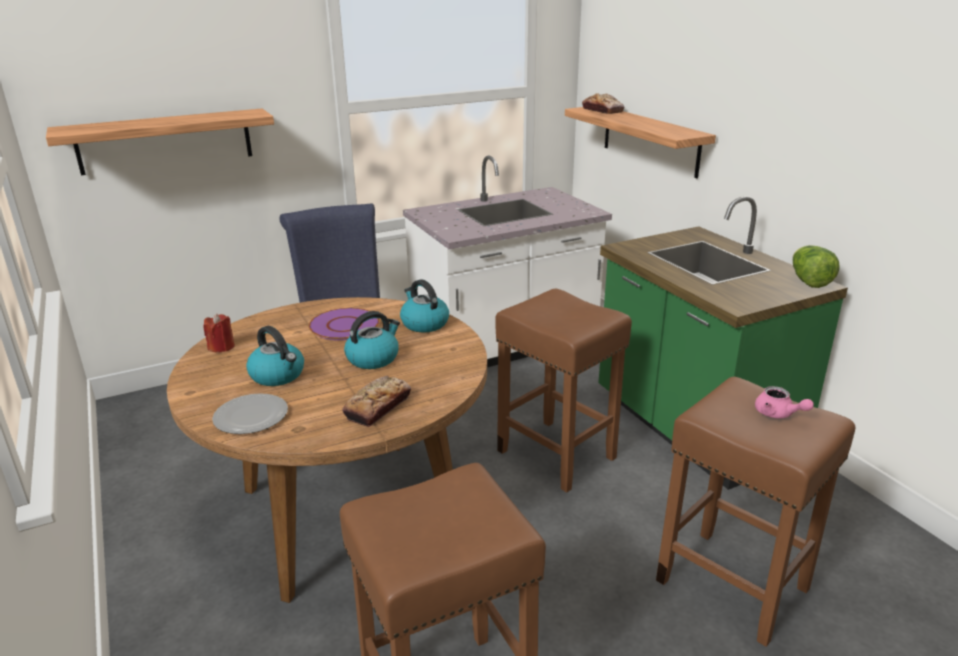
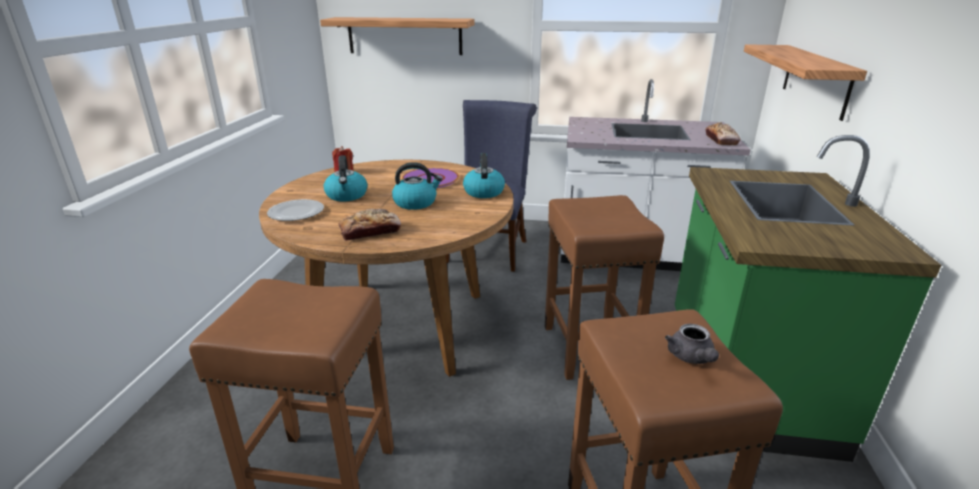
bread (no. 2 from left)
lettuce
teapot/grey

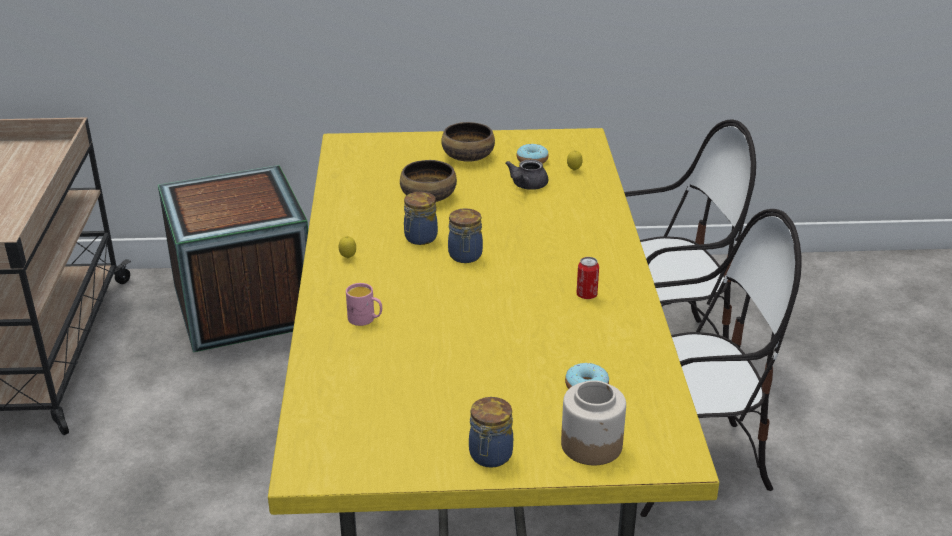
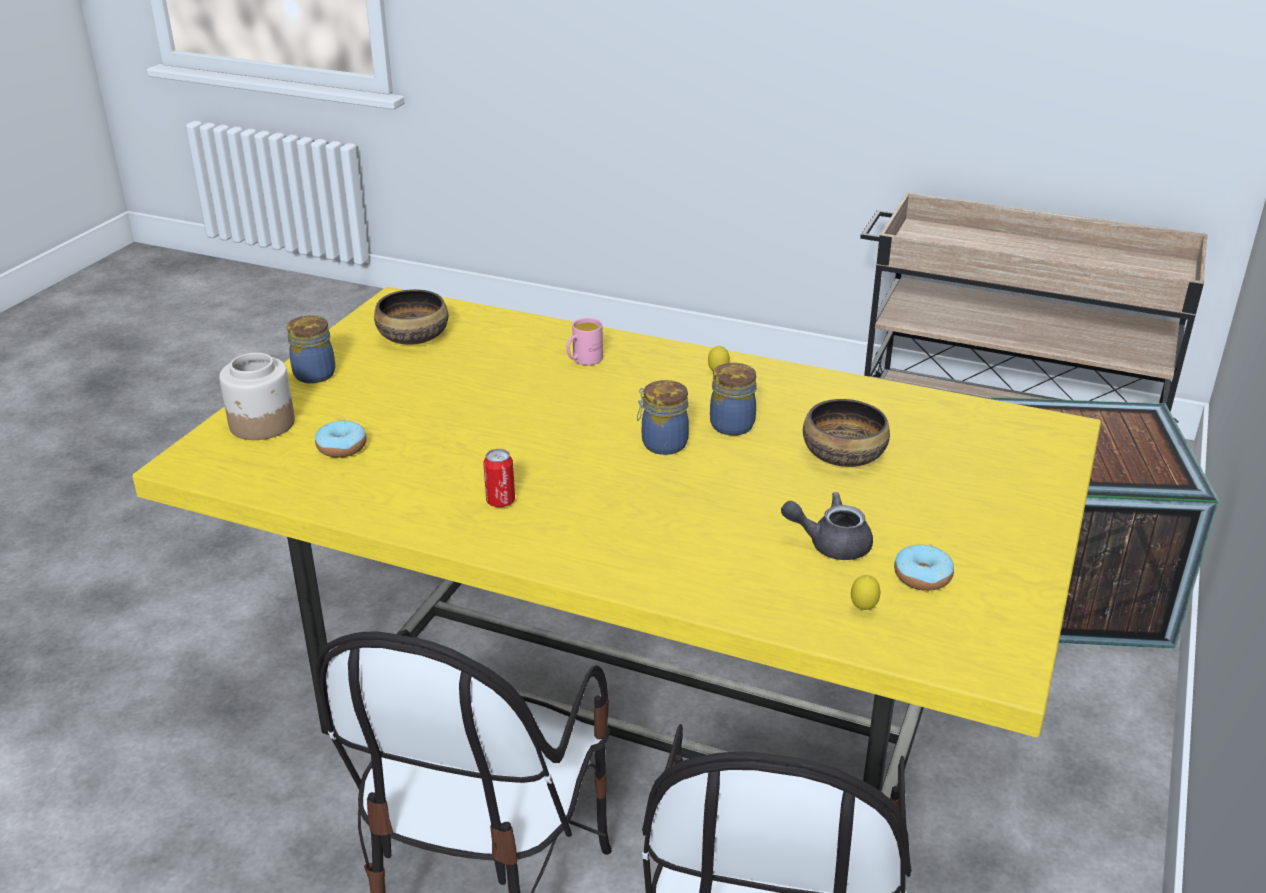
bowl (no. 1 from left)
teapot/grey

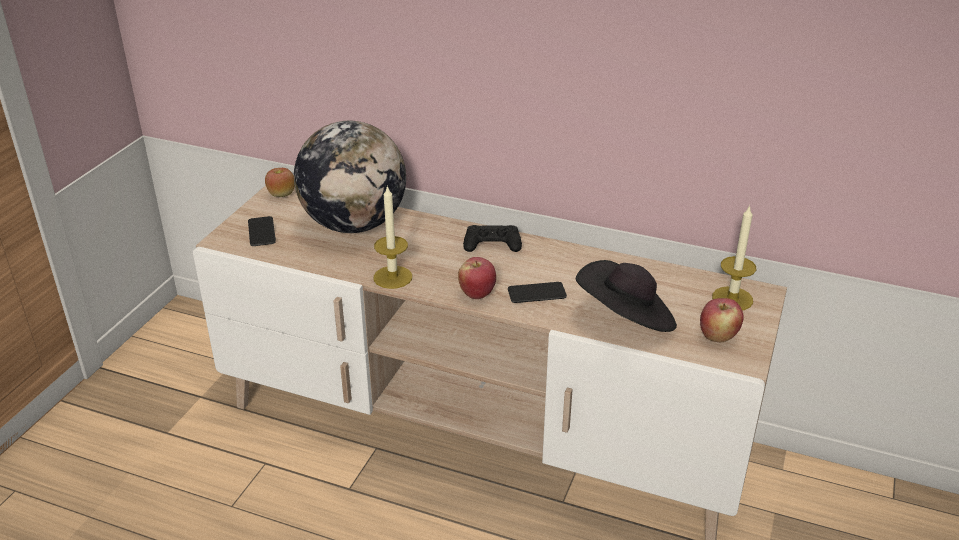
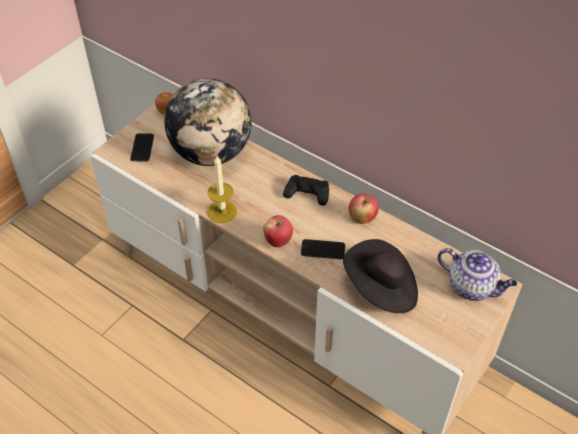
teapot
apple (no. 3 from left)

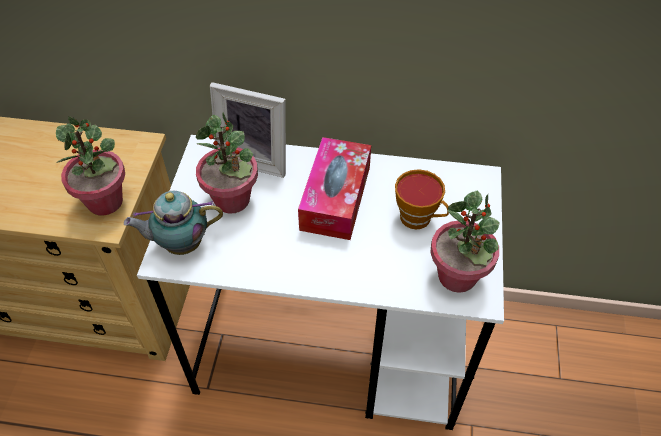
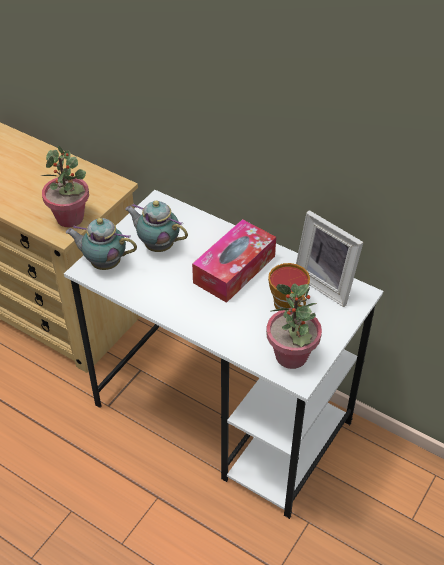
picture frame
teapot (no. 2 from left)

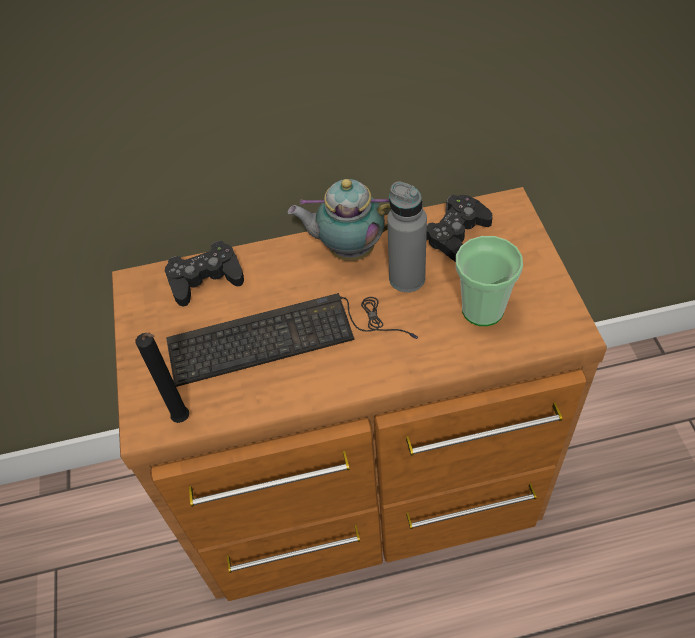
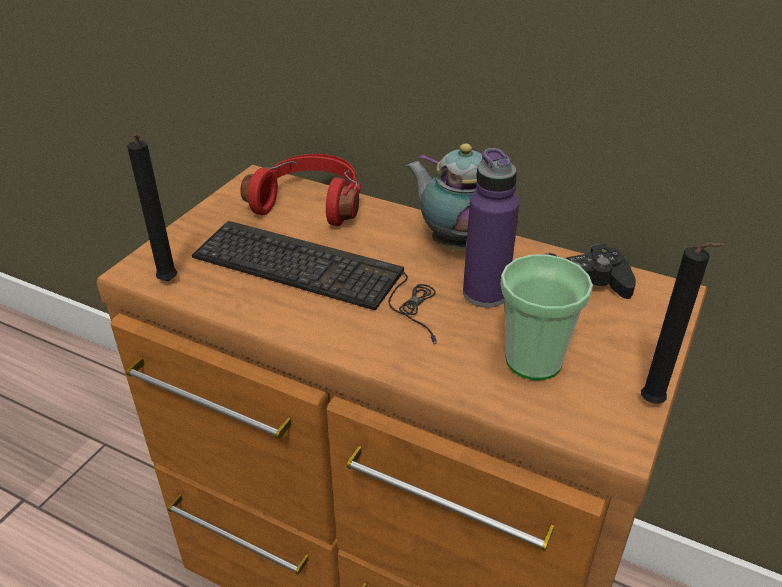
bottle/purple
headphones/red
candle/black (no. 2 from left)

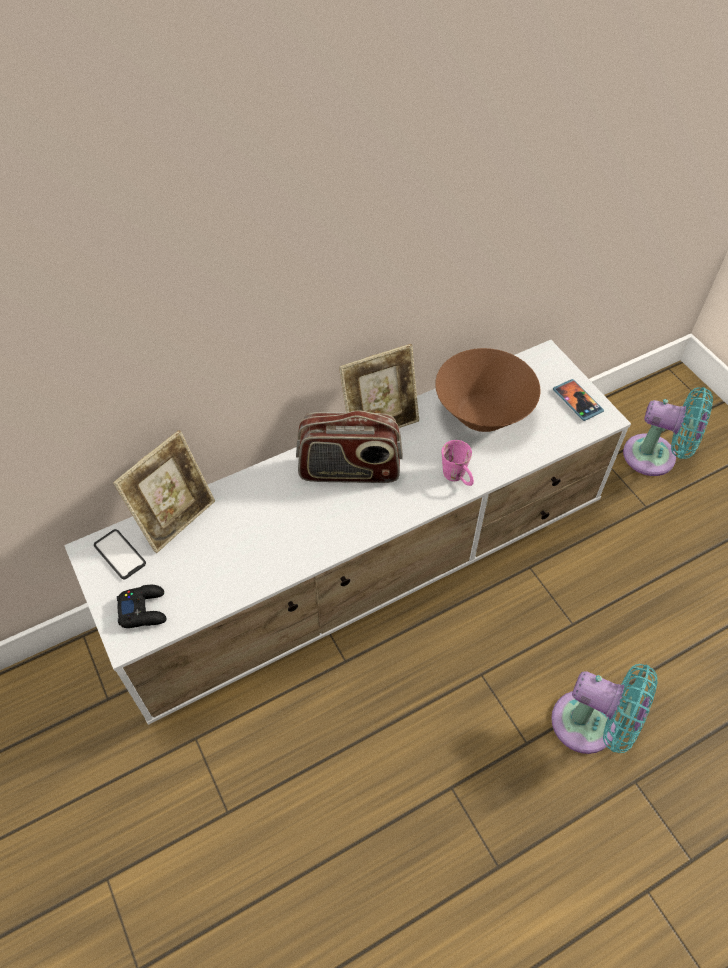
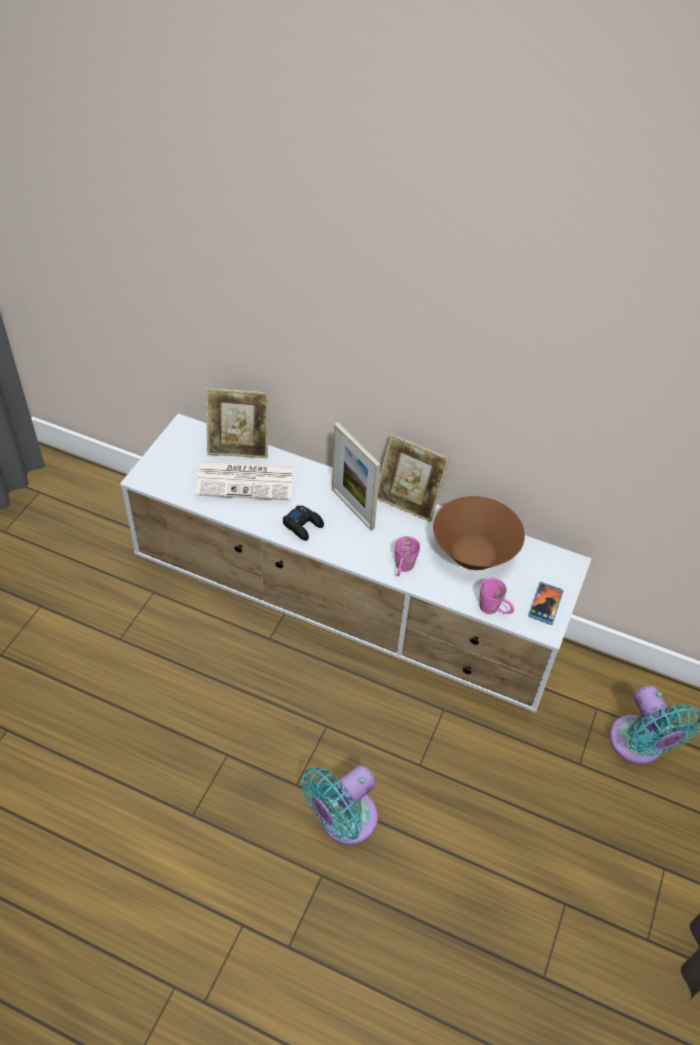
picture frame (no. 2 from left)
phone (no. 1 from left in the first image)
game controller/black
fan/turquoise (no. 1 from left)
newspaper
mug/pink (no. 2 from left)

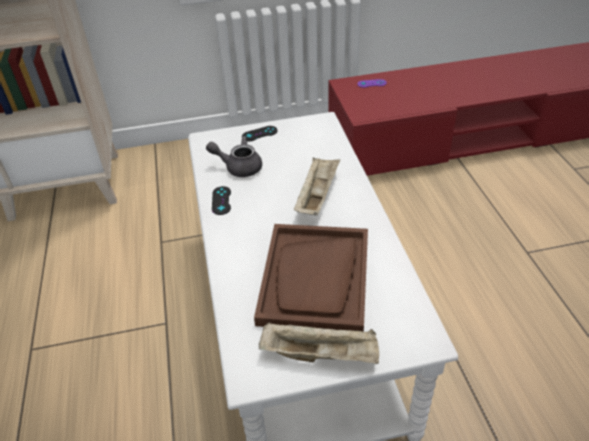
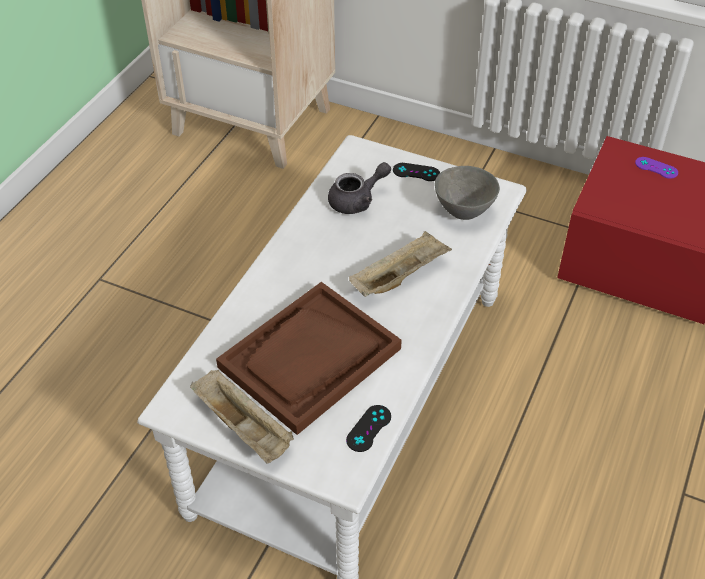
teapot/grey
game controller/black (no. 1 from left)
bowl/grey

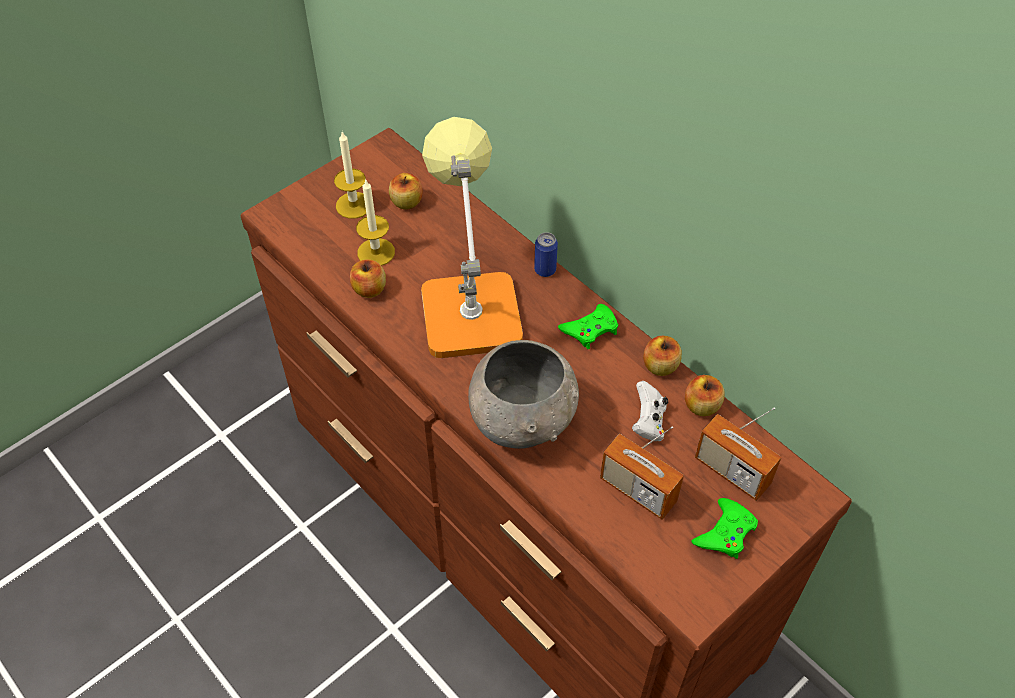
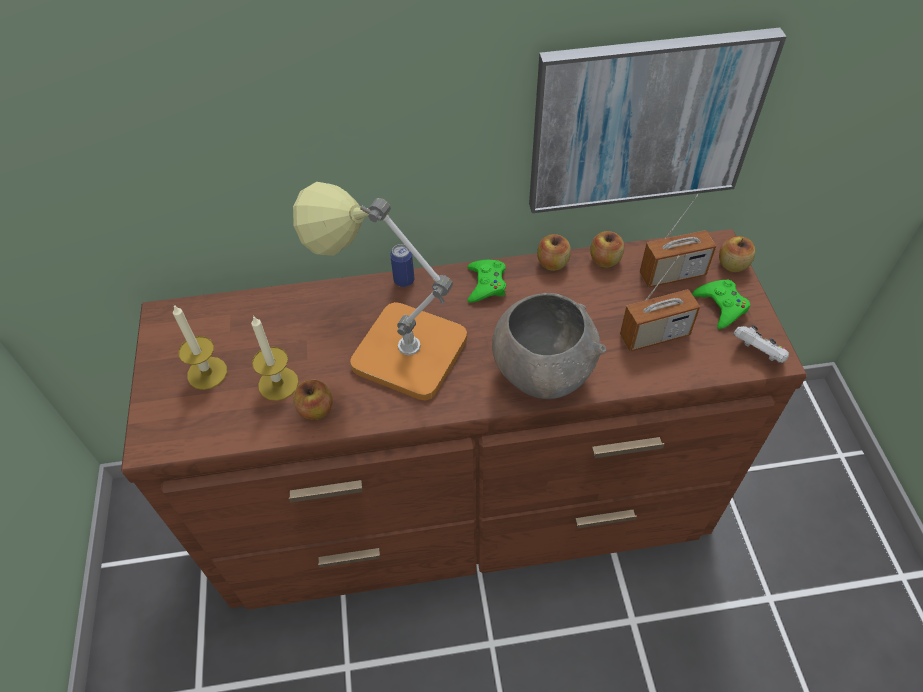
apple (no. 4 from left)
game controller/white
picture

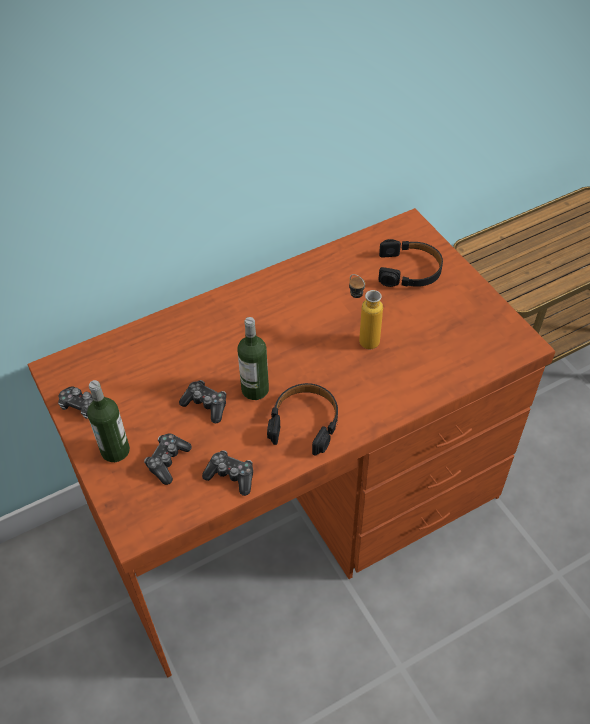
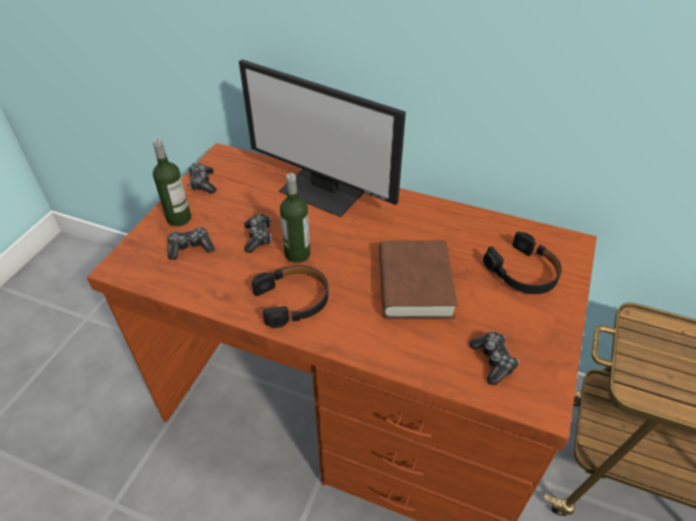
book/brown
game controller (no. 4 from left)
monitor

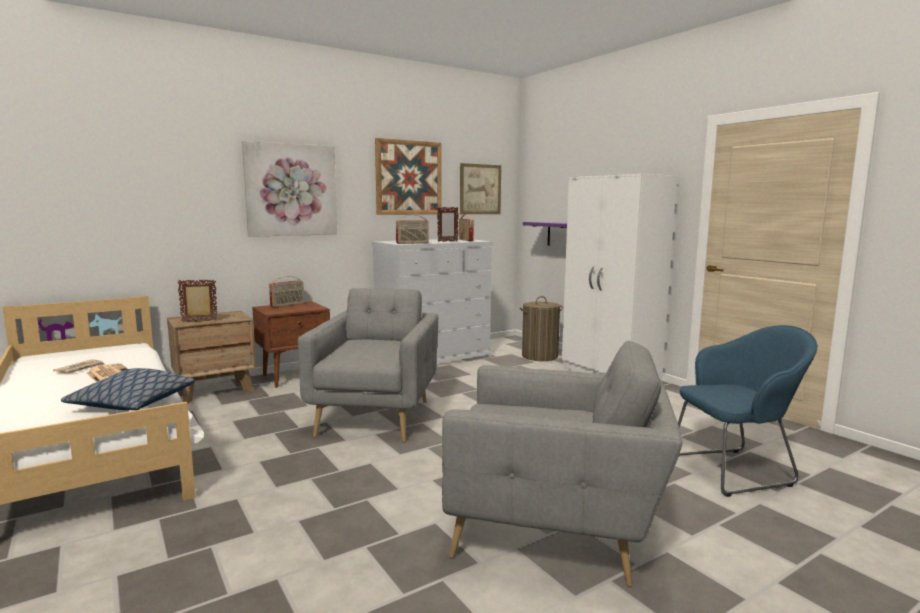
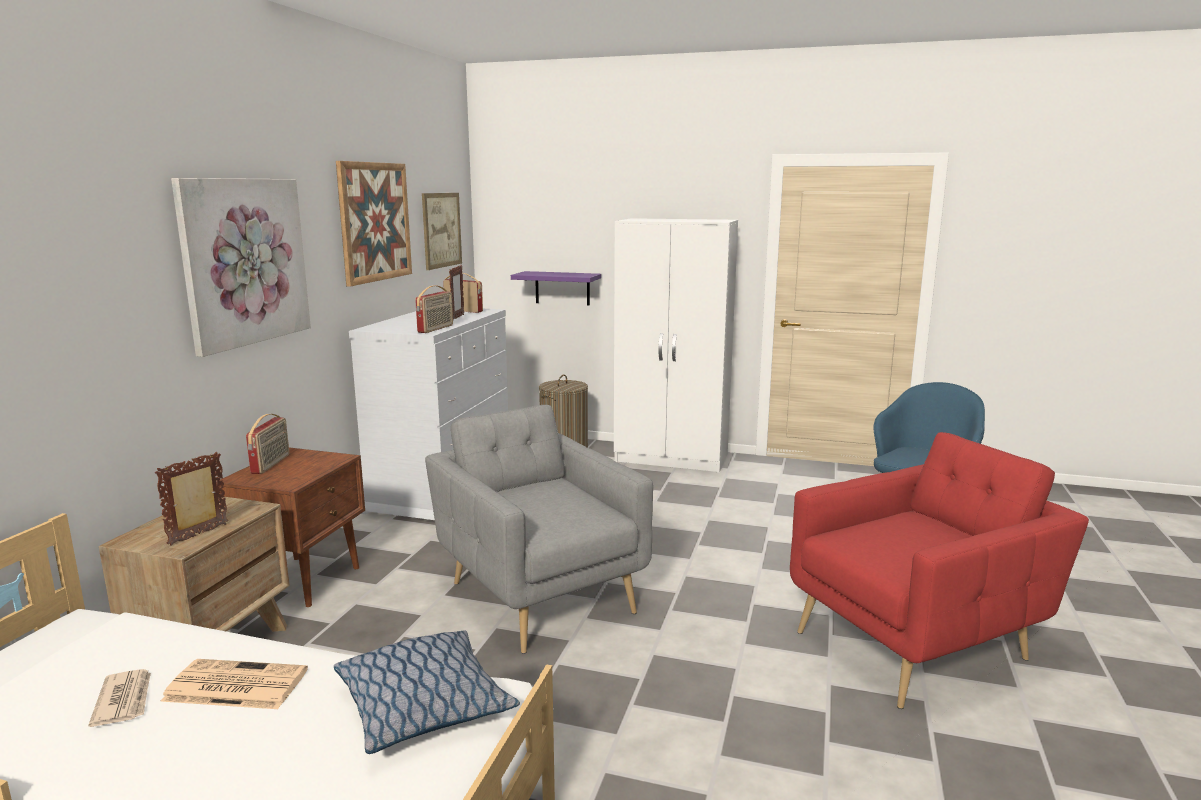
armchair/red

